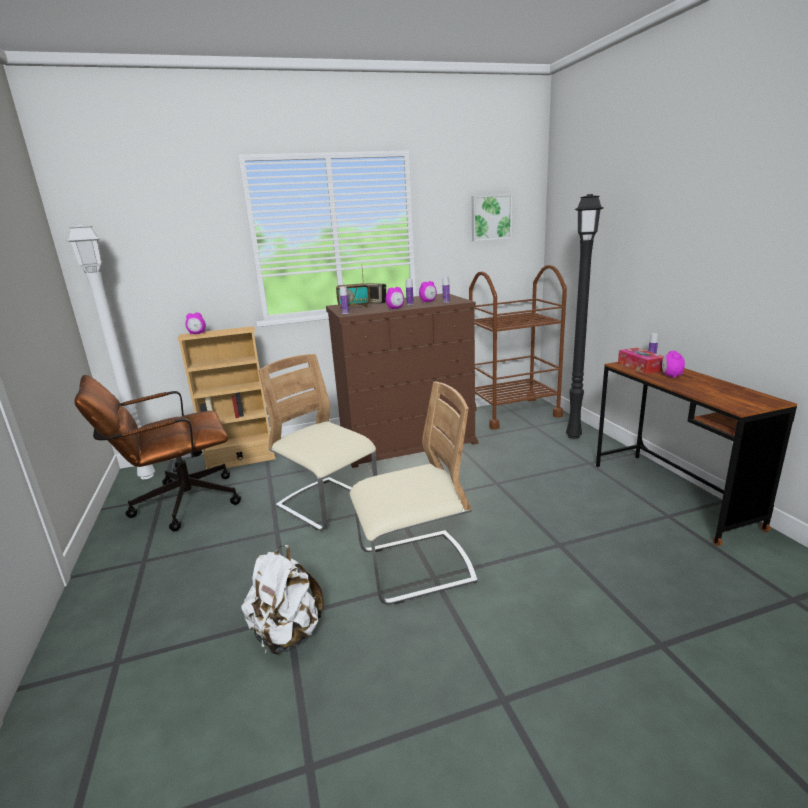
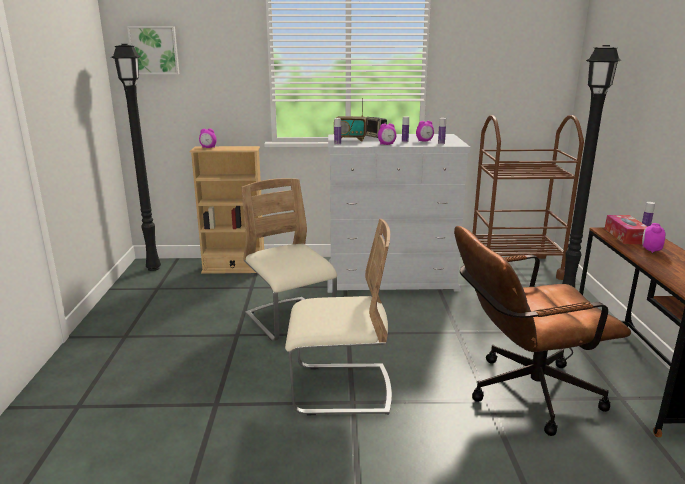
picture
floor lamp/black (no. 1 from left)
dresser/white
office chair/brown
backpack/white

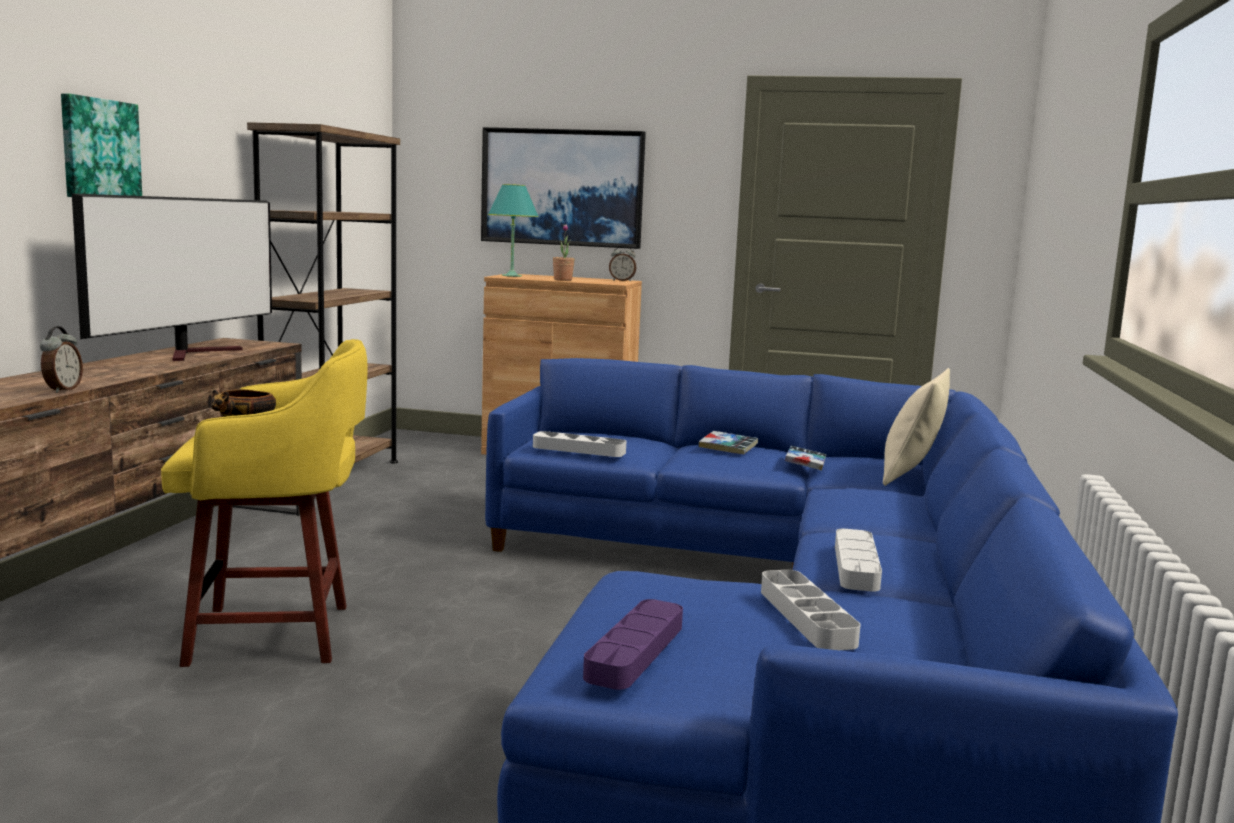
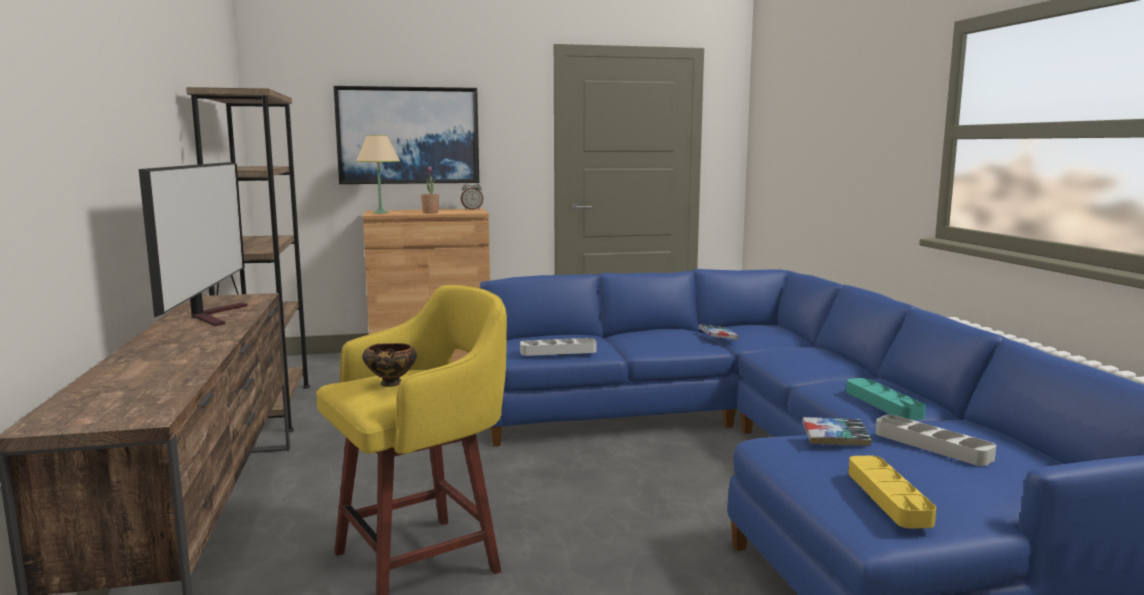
picture (no. 1 from left in the first image)
table lamp/beige
alarm clock (no. 1 from left in the first image)
pillow/beige
book (no. 2 from left)
tray/turquoise
tray/yellow

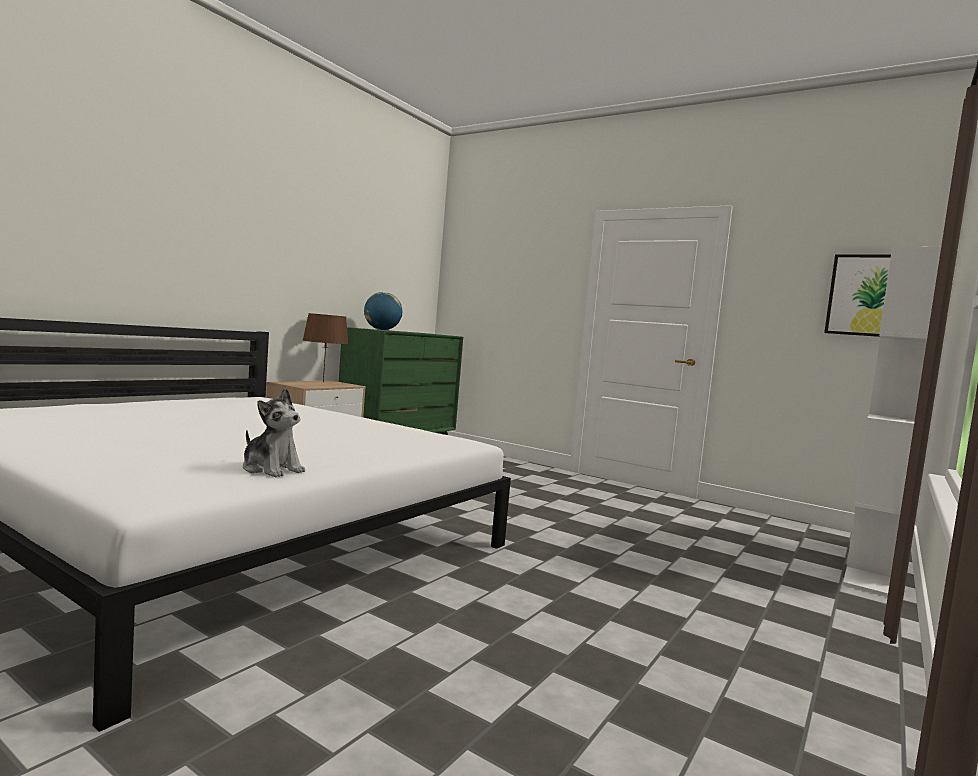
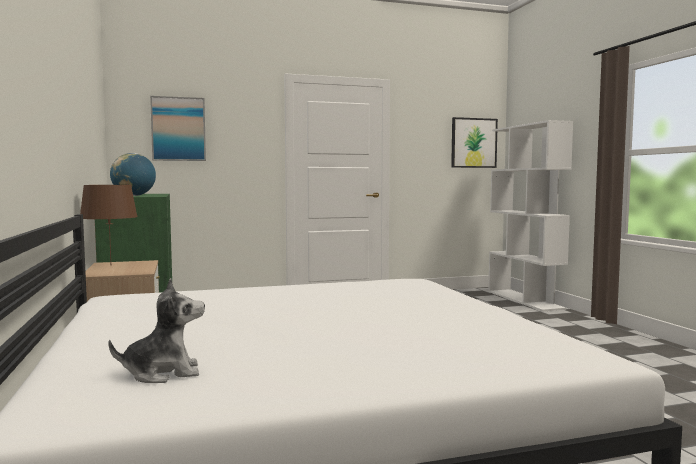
plush toy
picture (no. 1 from left)

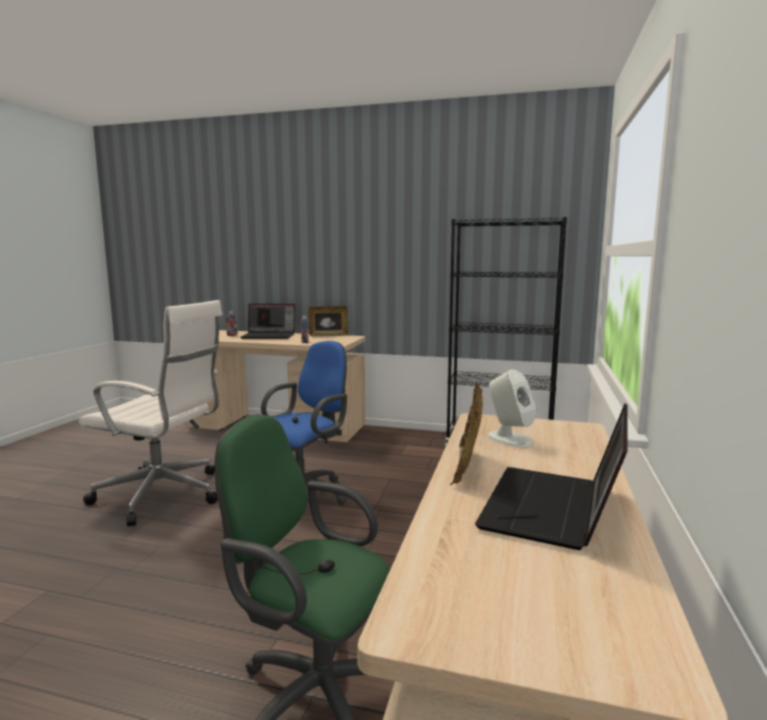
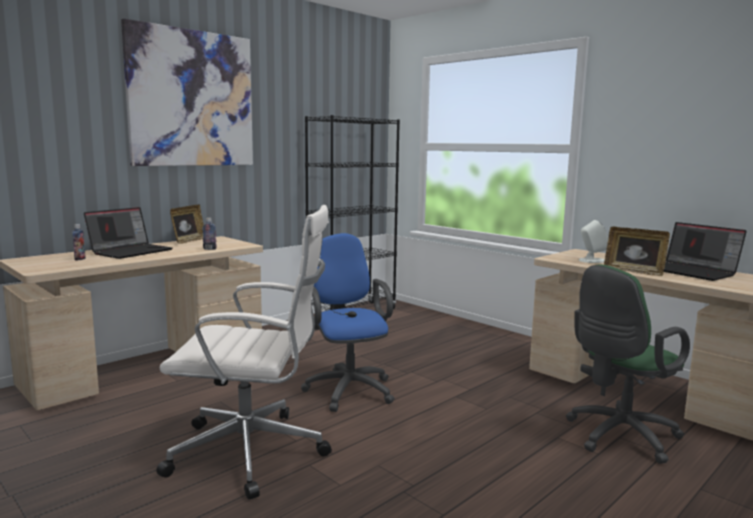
office chair/white
picture

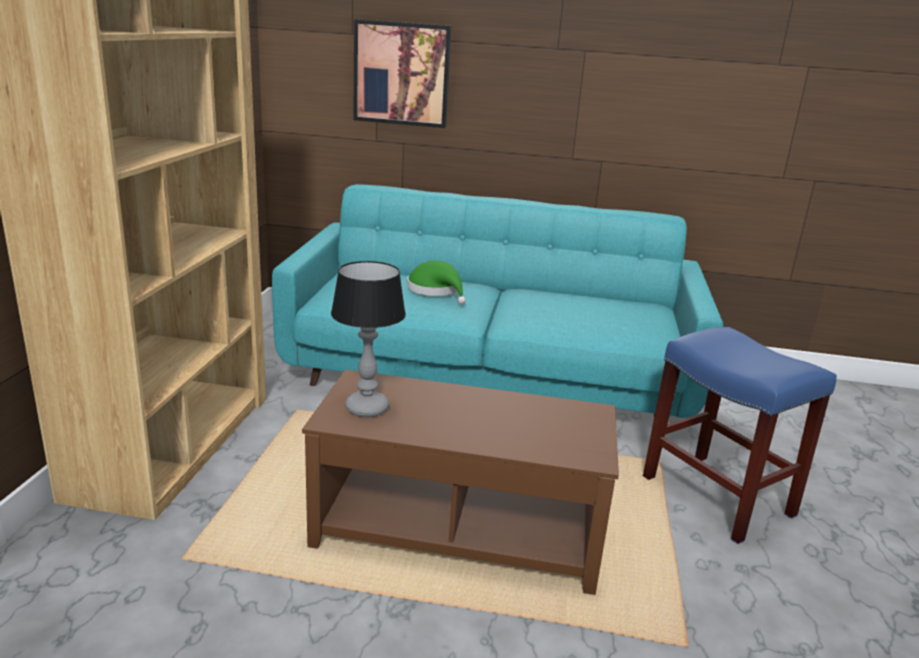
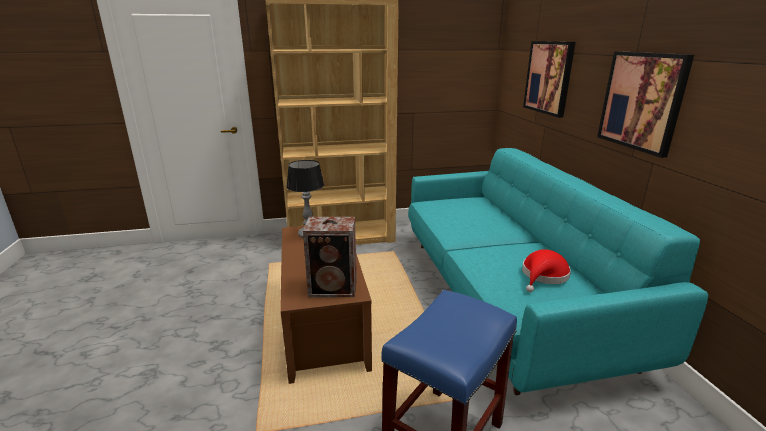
hat/green
picture (no. 2 from left)
speaker
hat/red

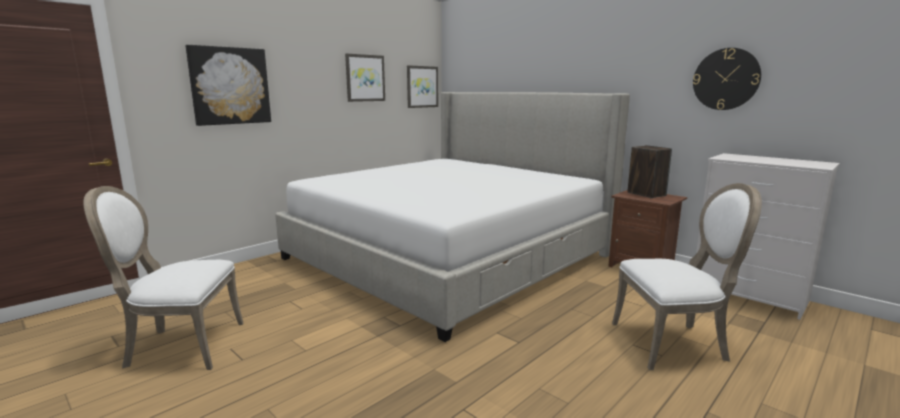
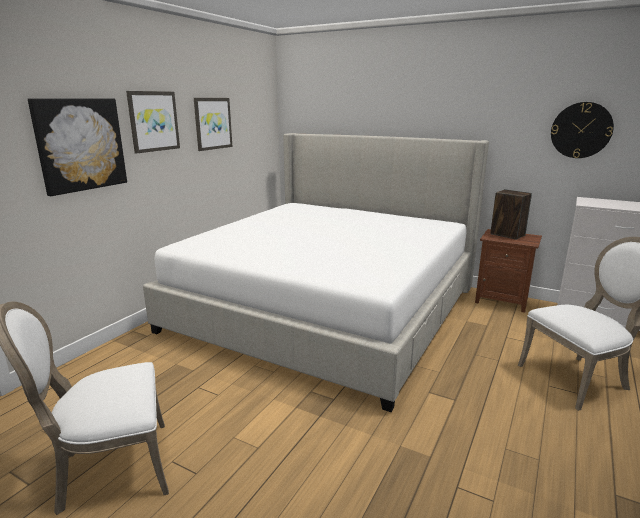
picture (no. 2 from left)

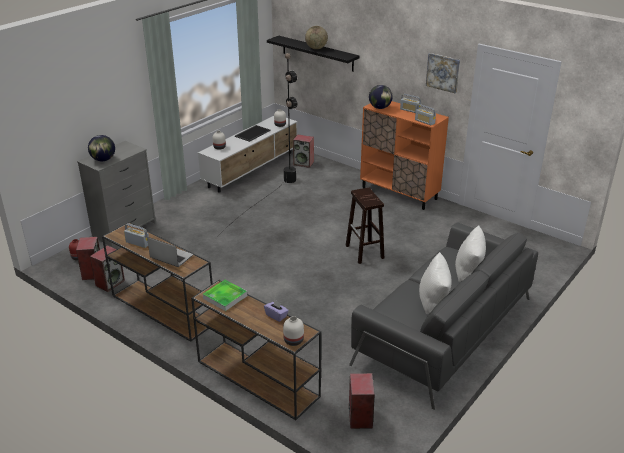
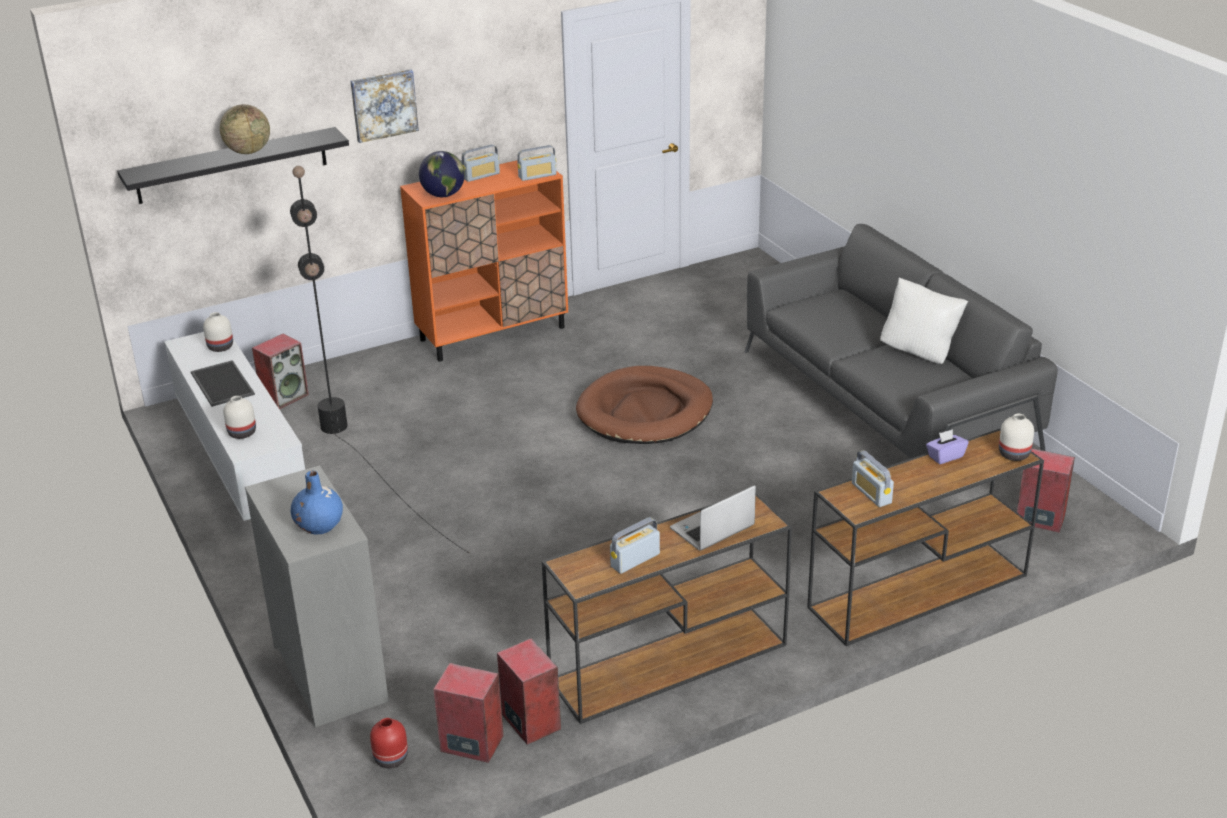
picture
vase/blue
dog bed/brown
pillow/white (no. 2 from left in the first image)
radio (no. 4 from left)

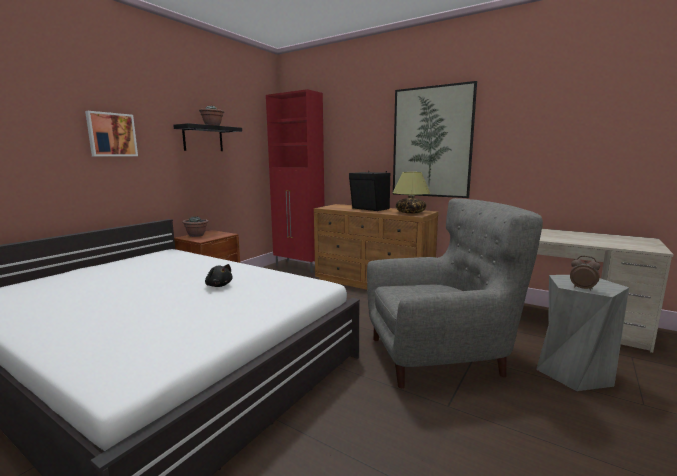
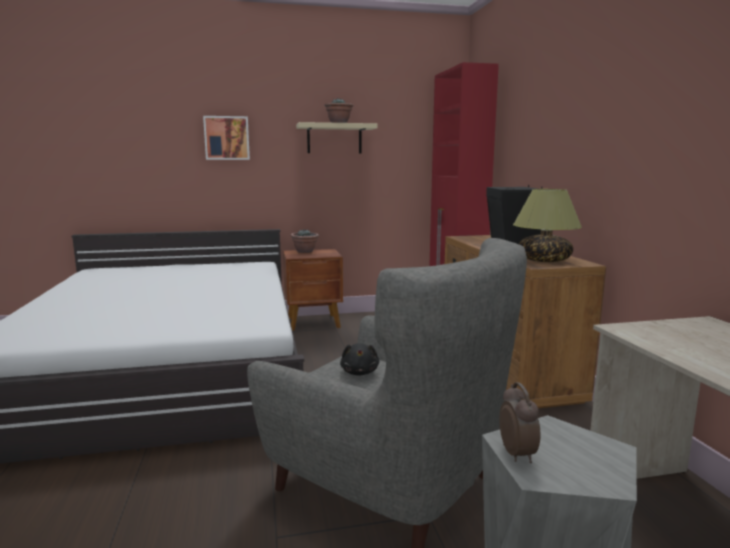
picture (no. 2 from left in the first image)
shelf/beige
plush toy/black

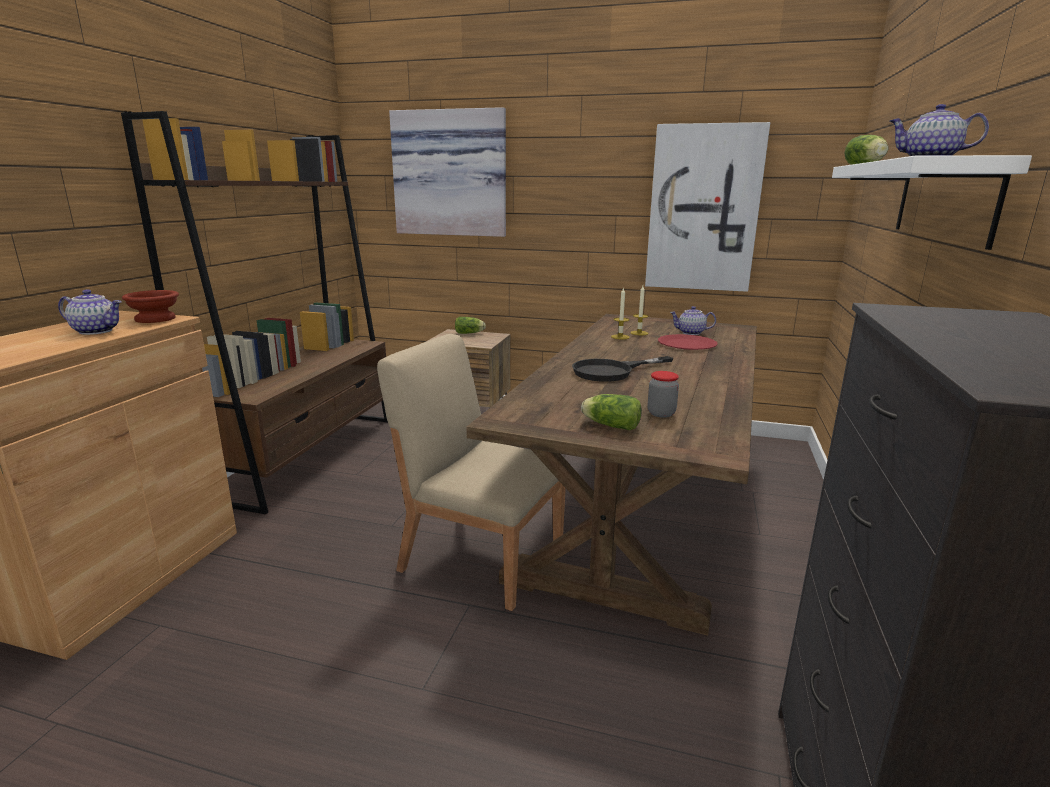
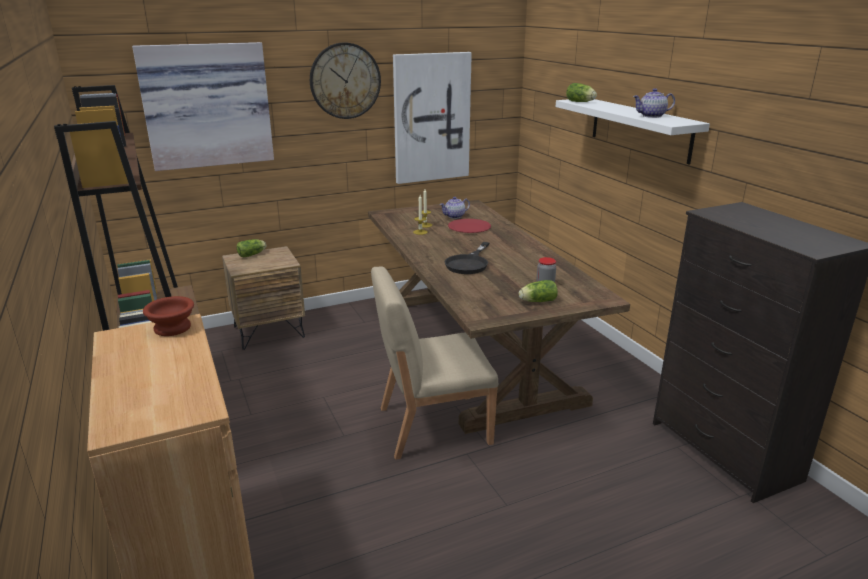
teapot (no. 1 from left in the first image)
wall clock

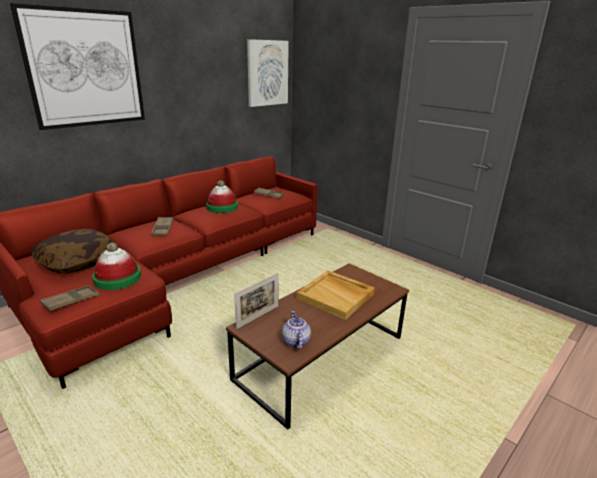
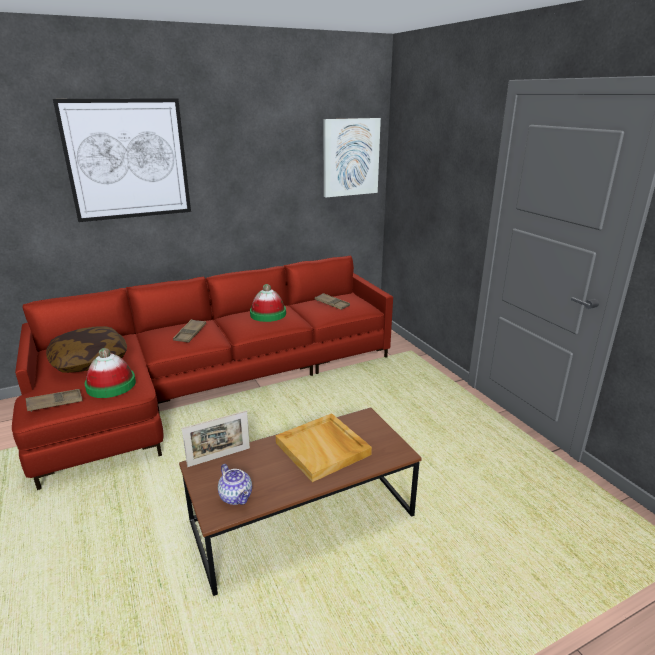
teapot

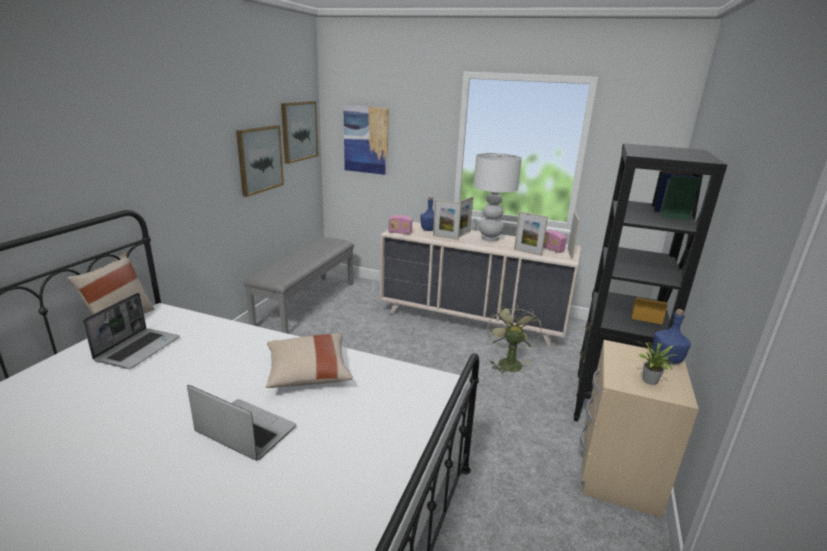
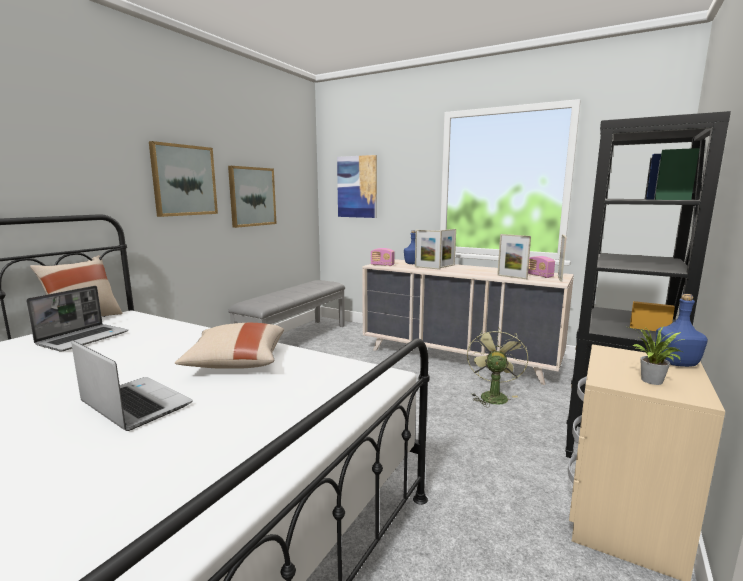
picture (no. 1 from left)
table lamp/white

